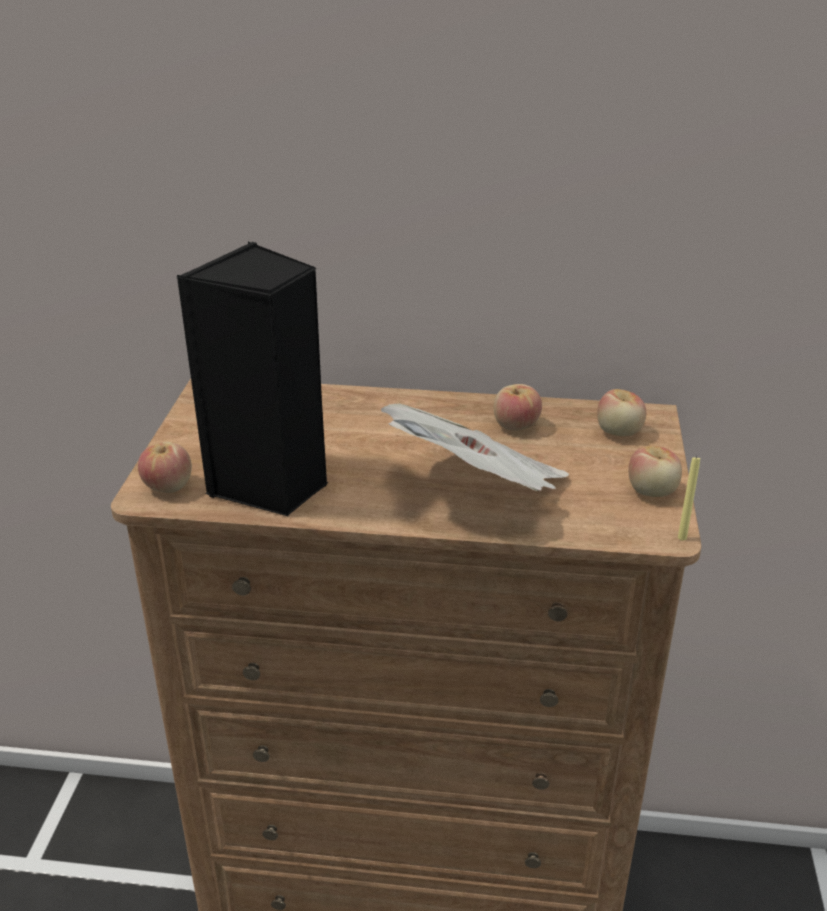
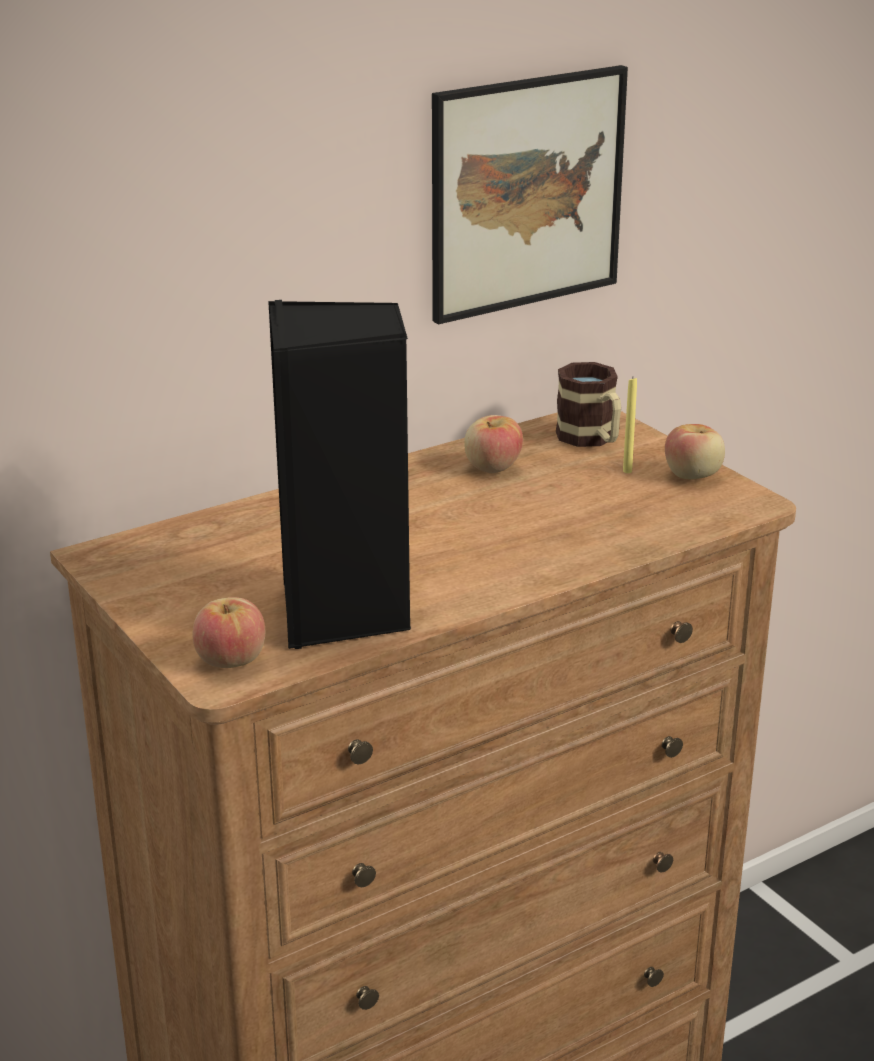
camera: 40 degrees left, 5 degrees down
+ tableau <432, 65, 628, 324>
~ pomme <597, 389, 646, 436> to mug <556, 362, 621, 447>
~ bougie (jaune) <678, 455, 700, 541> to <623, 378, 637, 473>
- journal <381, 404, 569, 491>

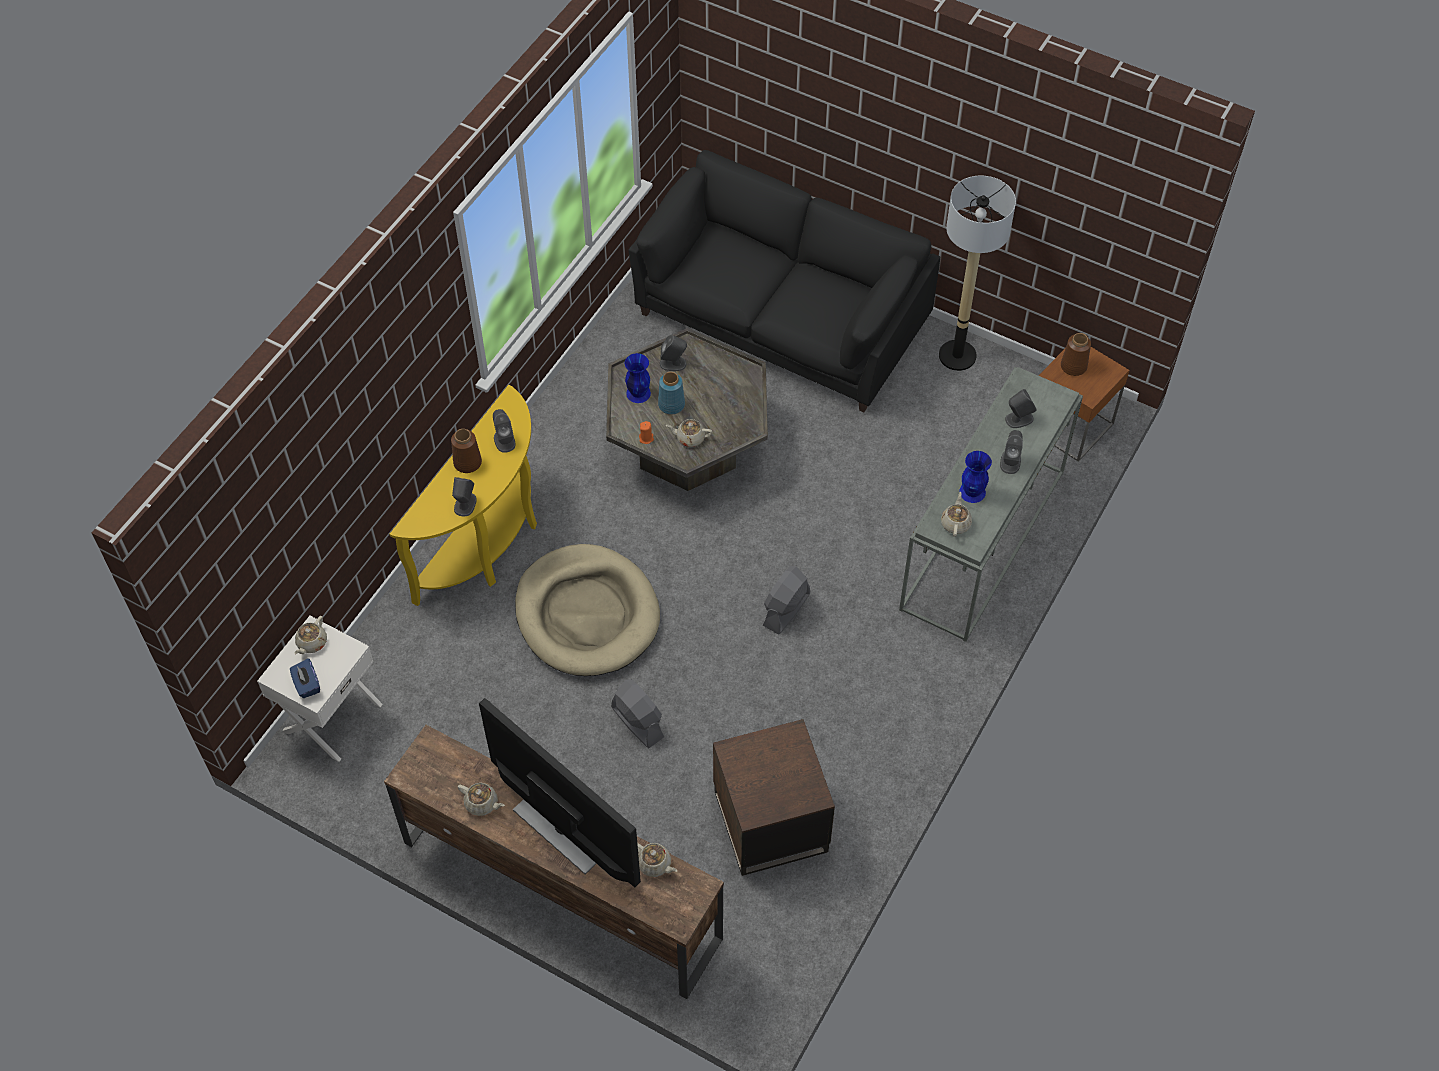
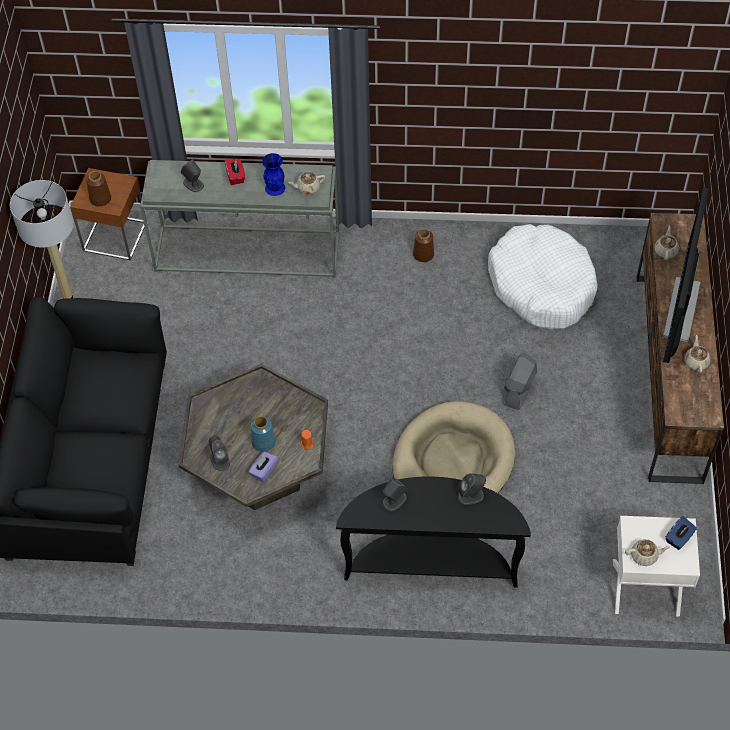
camera: 115 degrees left, 0 degrees up
~ enceinte (gris) <1000, 430, 1023, 474> to boîte à mouchoirs (rouge) <224, 159, 245, 185>
~ vase (bleu) <625, 353, 651, 403> to boîte à mouchoirs (violet) <249, 452, 278, 482>
~ table console (jaune) <390, 385, 537, 606> to table console (noir) <336, 476, 531, 588>
~ vase (marron) <451, 429, 482, 473> to <413, 229, 434, 262>
~ table d'appoint (marron) <713, 719, 835, 876> to panier pour chien (blanc) <488, 224, 598, 329>
- théière (beige) <666, 419, 712, 447>
- ventilateur (gris) <763, 566, 810, 635>

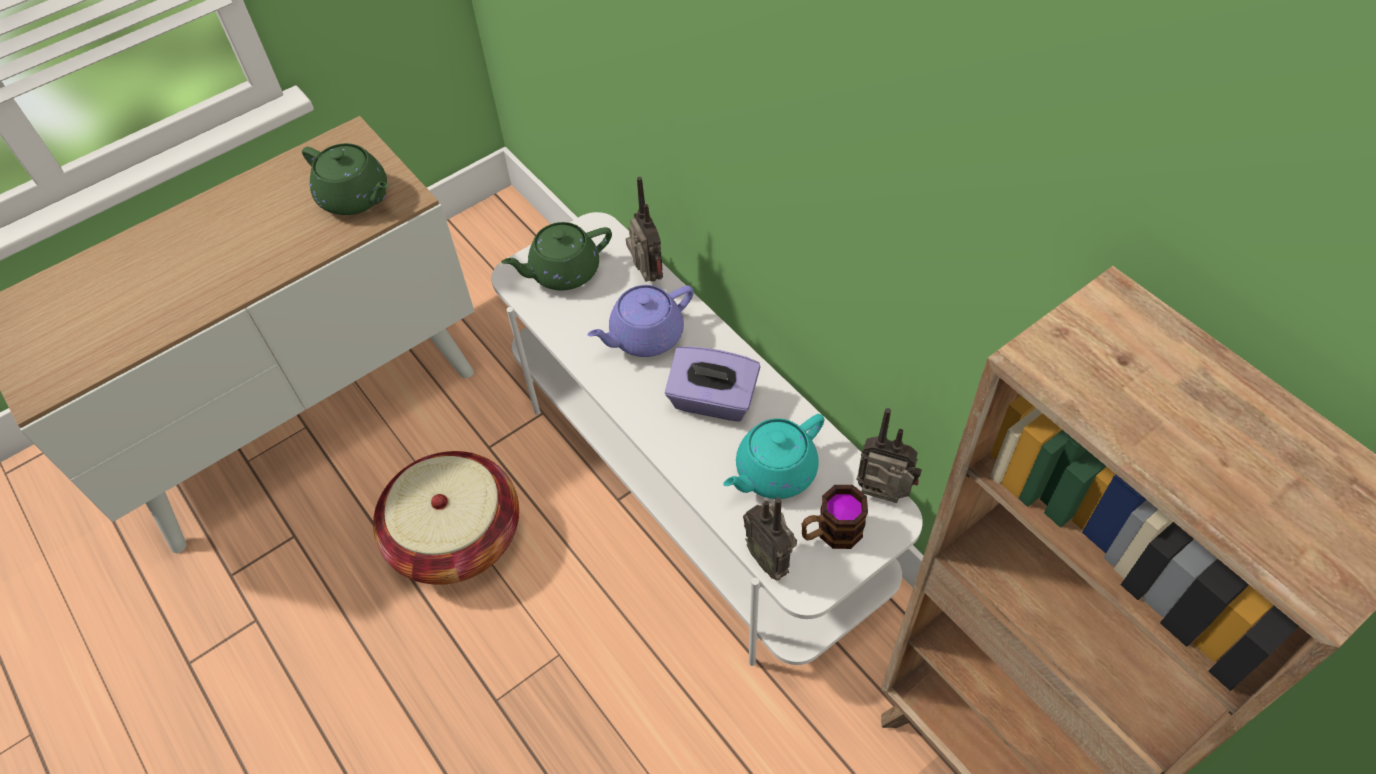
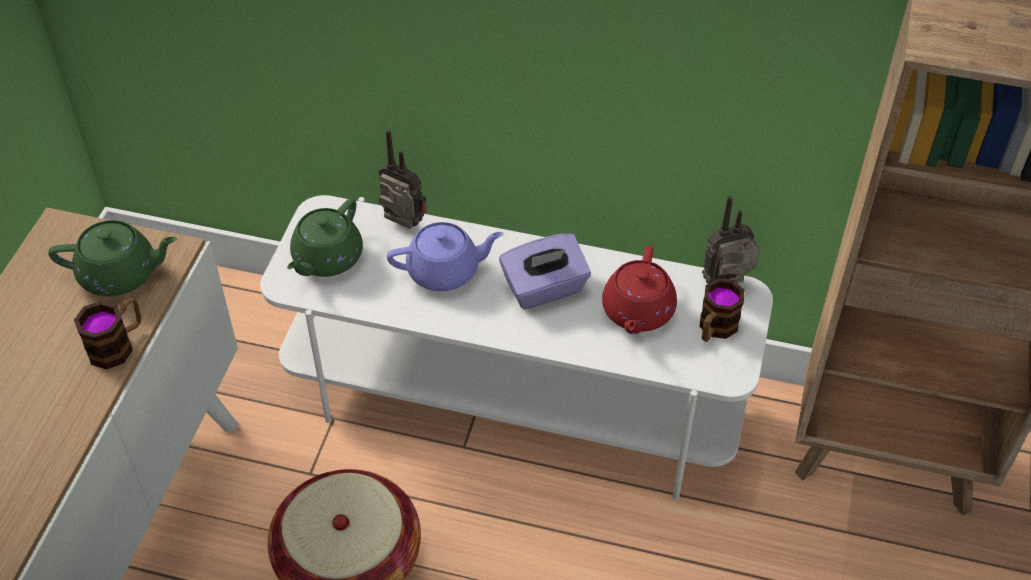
camera: 40 degrees left, 5 degrees down
+ mug <74, 297, 141, 369>
~ théière (violet) <587, 285, 694, 357> = <387, 222, 504, 291> 120 degrees counterclockwise
~ théière (turquoise) <723, 414, 824, 499> to théière (rouge) <602, 246, 677, 334>
- radio <743, 497, 797, 581>

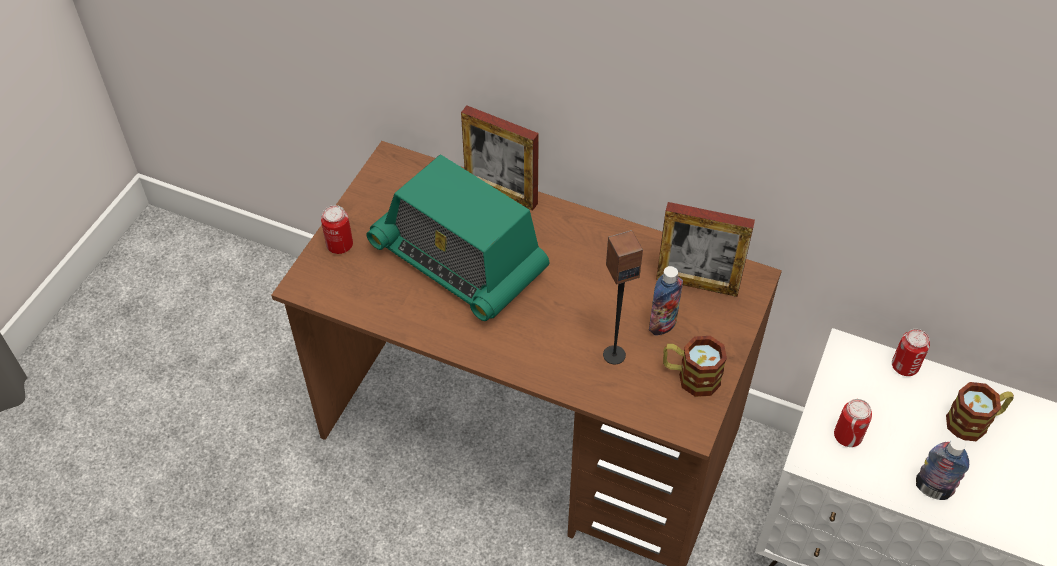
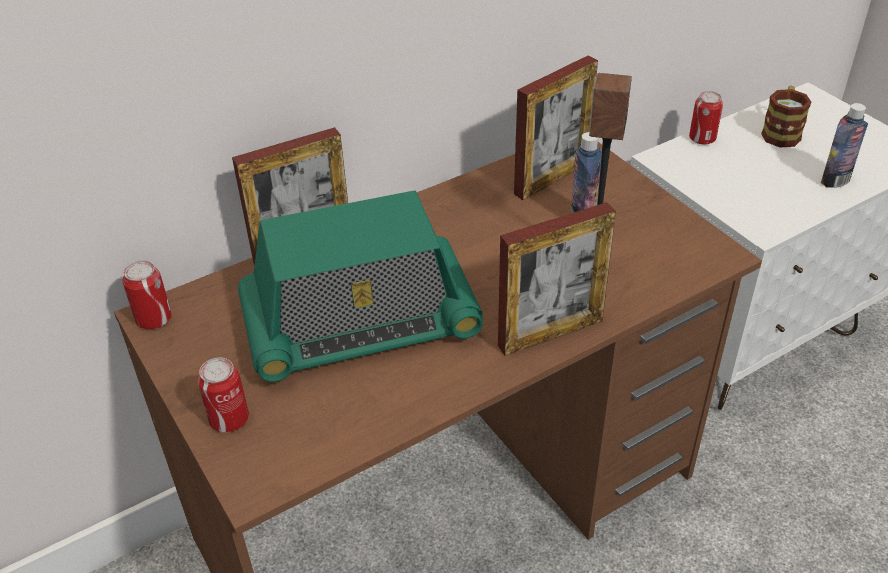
camera: 55 degrees left, 10 degrees down
~ boîte métallique <834, 399, 872, 447> to <123, 260, 172, 329>
+ cadre photo <498, 202, 616, 356>
- mug <663, 336, 727, 397>

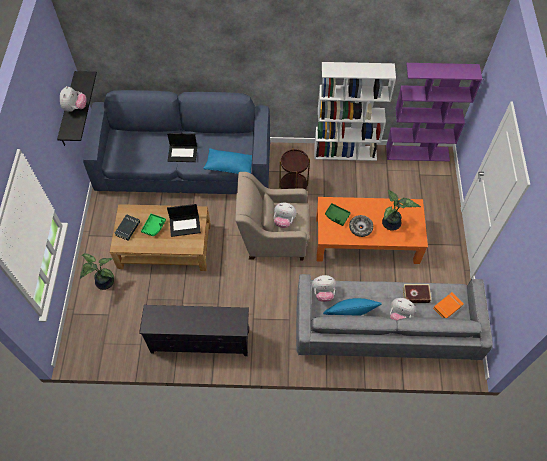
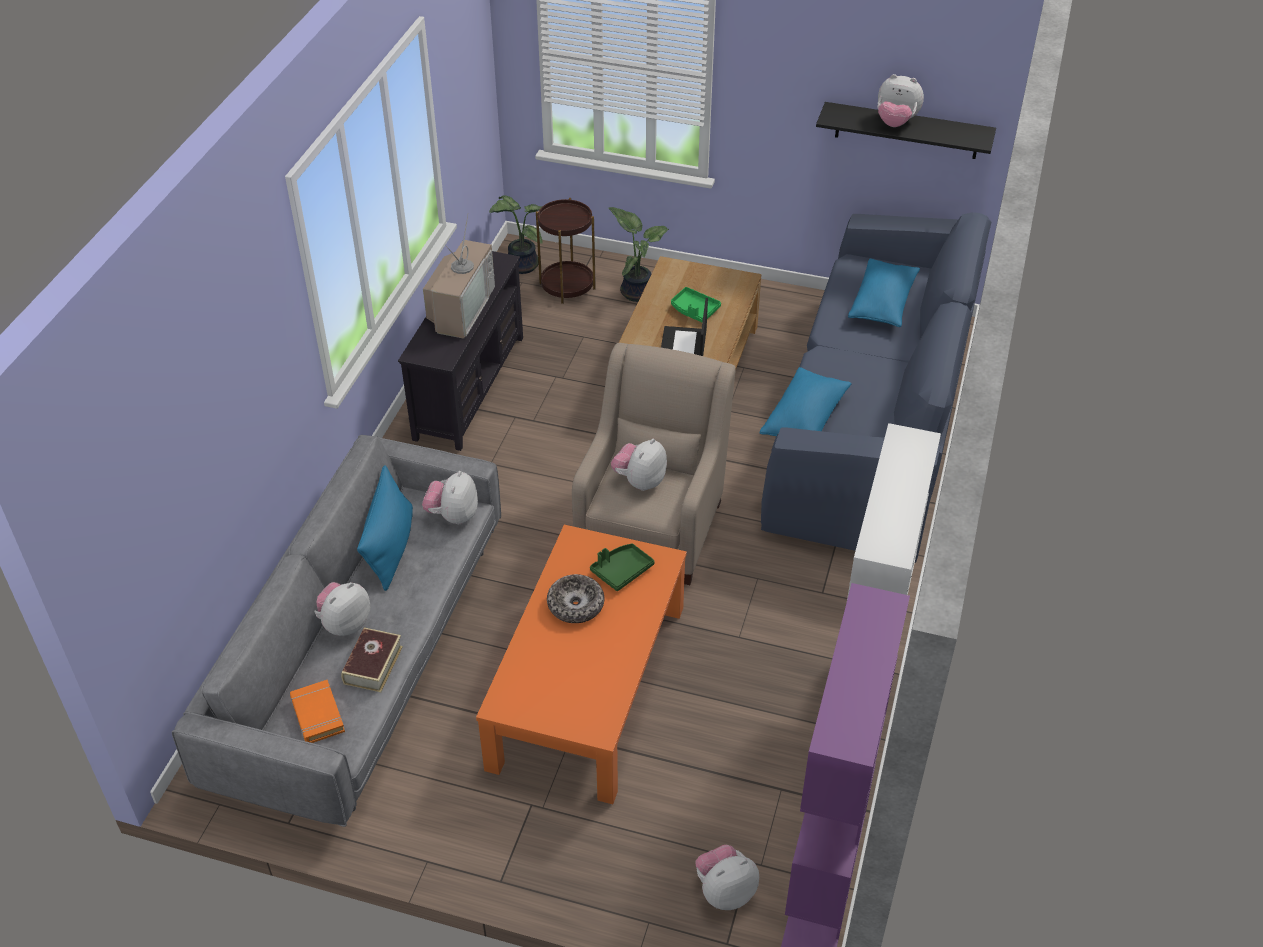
camera: 105 degrees right, 15 degrees down
+ téléviseur <423, 215, 495, 339>
~ plante en pot <382, 190, 421, 231> to <489, 195, 543, 274>
~ table d'appoint (marron) <279, 148, 310, 190> to <536, 198, 596, 304>
+ peluche <695, 845, 759, 910>
+ coussin (bleu) <848, 259, 920, 327>
- livre (noir) <114, 214, 140, 241>
- ordinateur portable <167, 133, 197, 162>

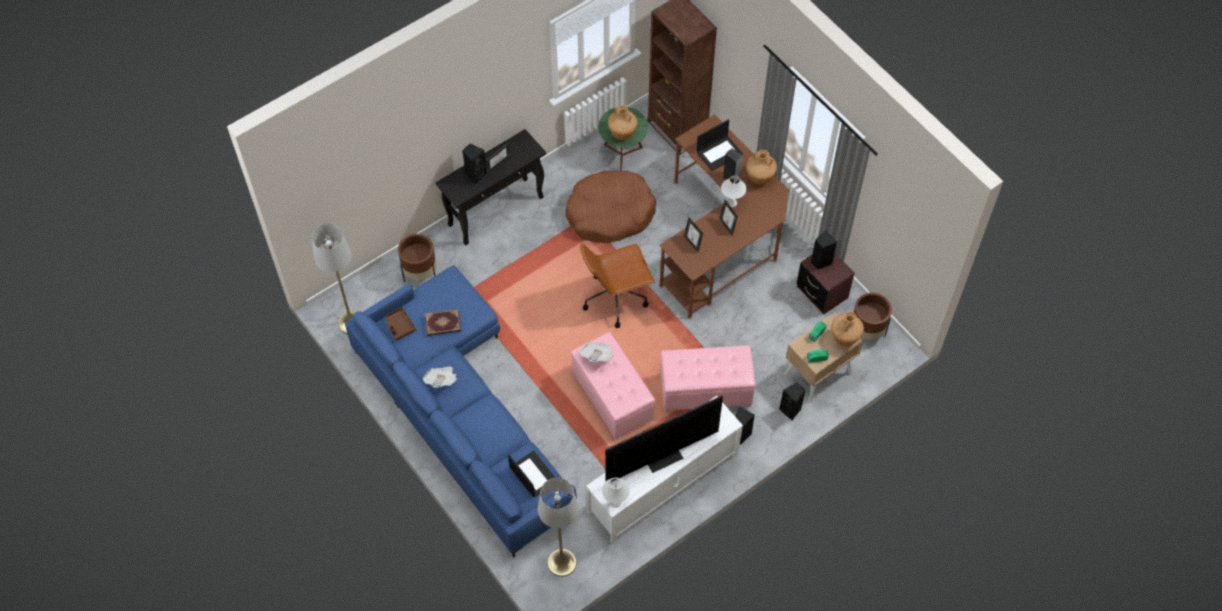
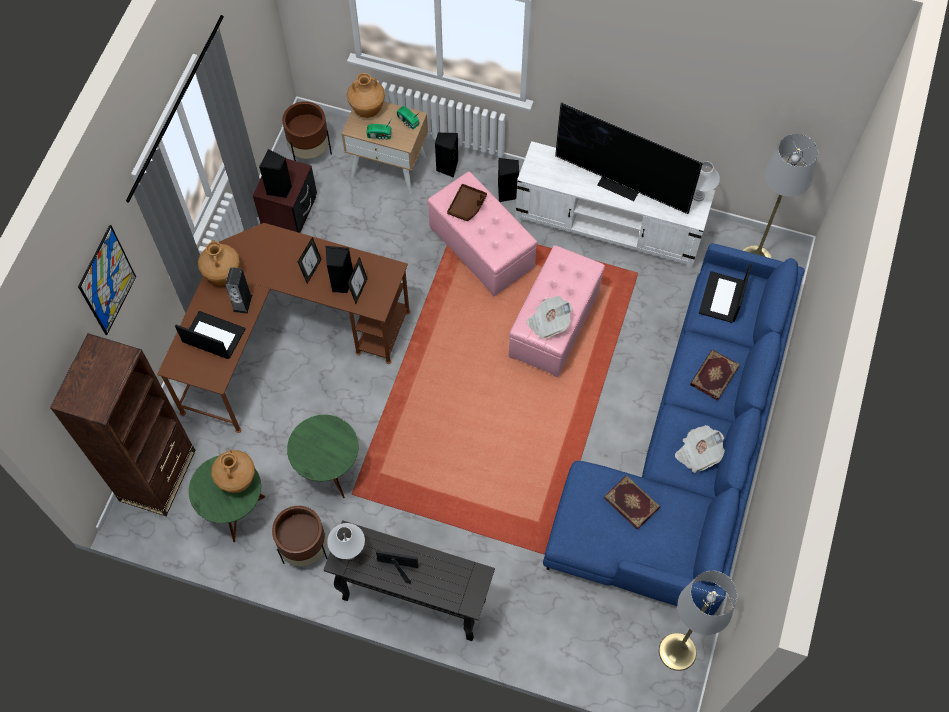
camera: 125 degrees left, 5 degrees up
+ tableau <78, 225, 136, 335>
~ cache-pot (marron) <398, 234, 437, 282> to <272, 506, 328, 566>
~ panier pour chien (marron) <565, 170, 656, 243> to table d'appoint (vert) <287, 415, 358, 498>
~ enceinte (noir) <462, 144, 487, 185> to <325, 246, 353, 293>
~ lampe de table (blanc) <721, 175, 747, 208> to <327, 523, 365, 560>
~ plateau (marron) <386, 307, 416, 341> to <447, 184, 487, 221>
+ livre <690, 350, 740, 401>
- chaise de bureau (marron) <580, 243, 655, 328>

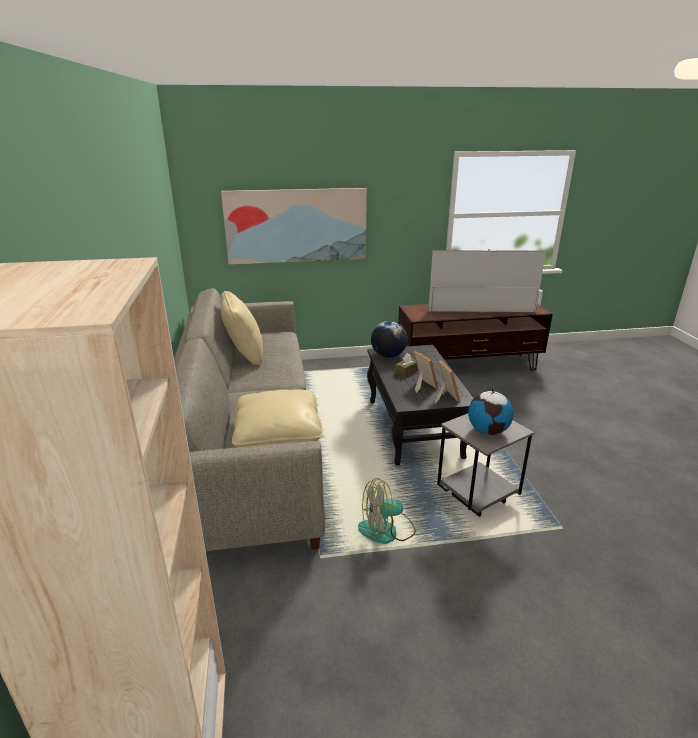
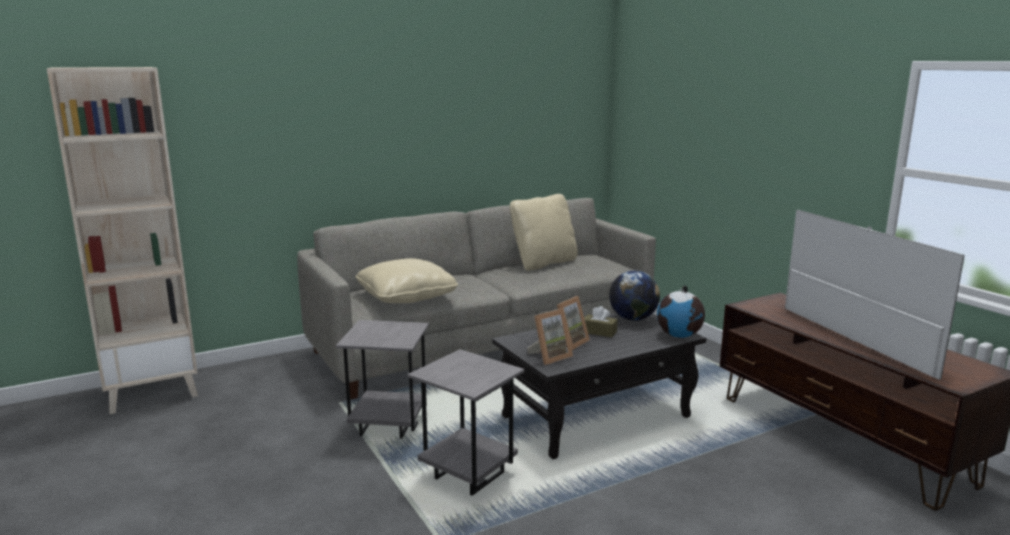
camera: 70 degrees right, 10 degrees down
~ ventilateur <358, 478, 416, 544> to table d'appoint (gris) <336, 320, 429, 439>
~ globe <468, 387, 514, 435> to <657, 285, 705, 338>
- tableau <221, 188, 367, 264>

